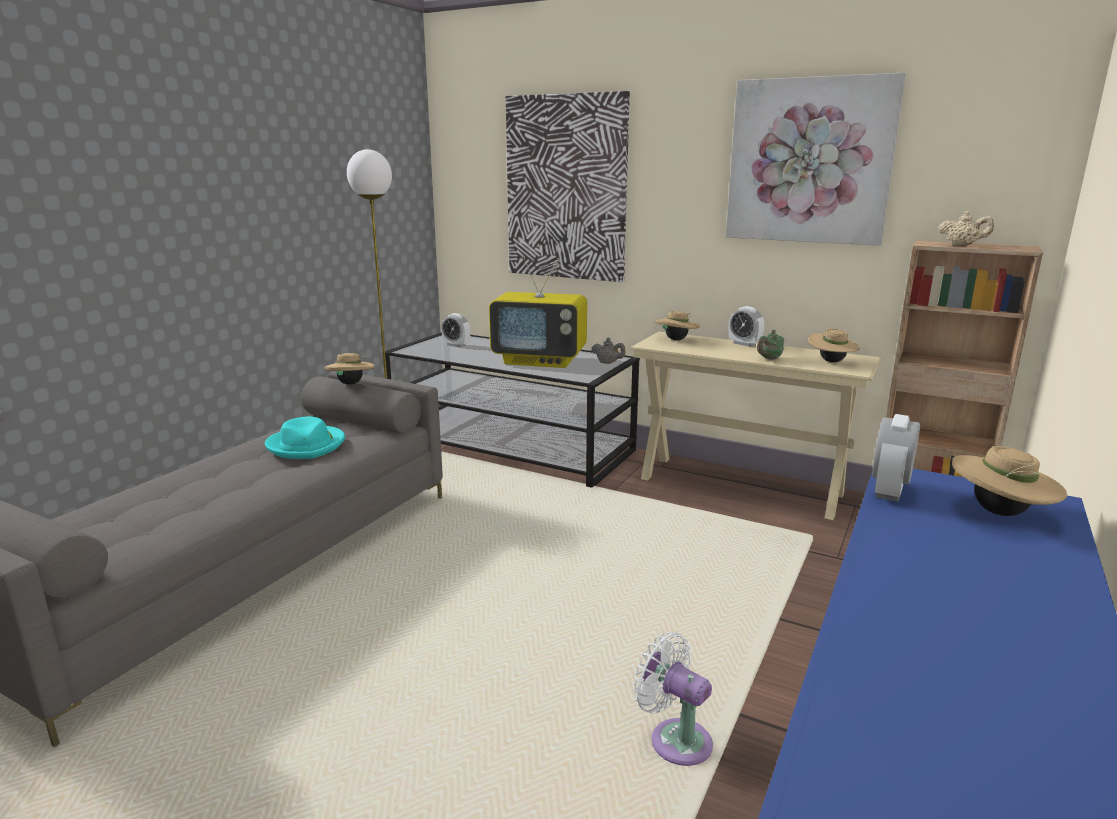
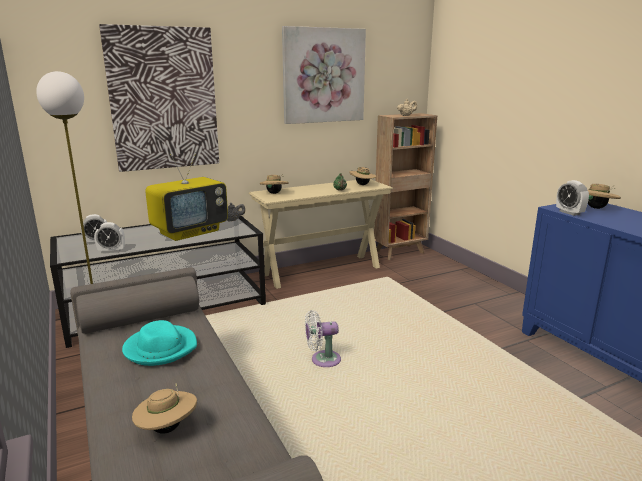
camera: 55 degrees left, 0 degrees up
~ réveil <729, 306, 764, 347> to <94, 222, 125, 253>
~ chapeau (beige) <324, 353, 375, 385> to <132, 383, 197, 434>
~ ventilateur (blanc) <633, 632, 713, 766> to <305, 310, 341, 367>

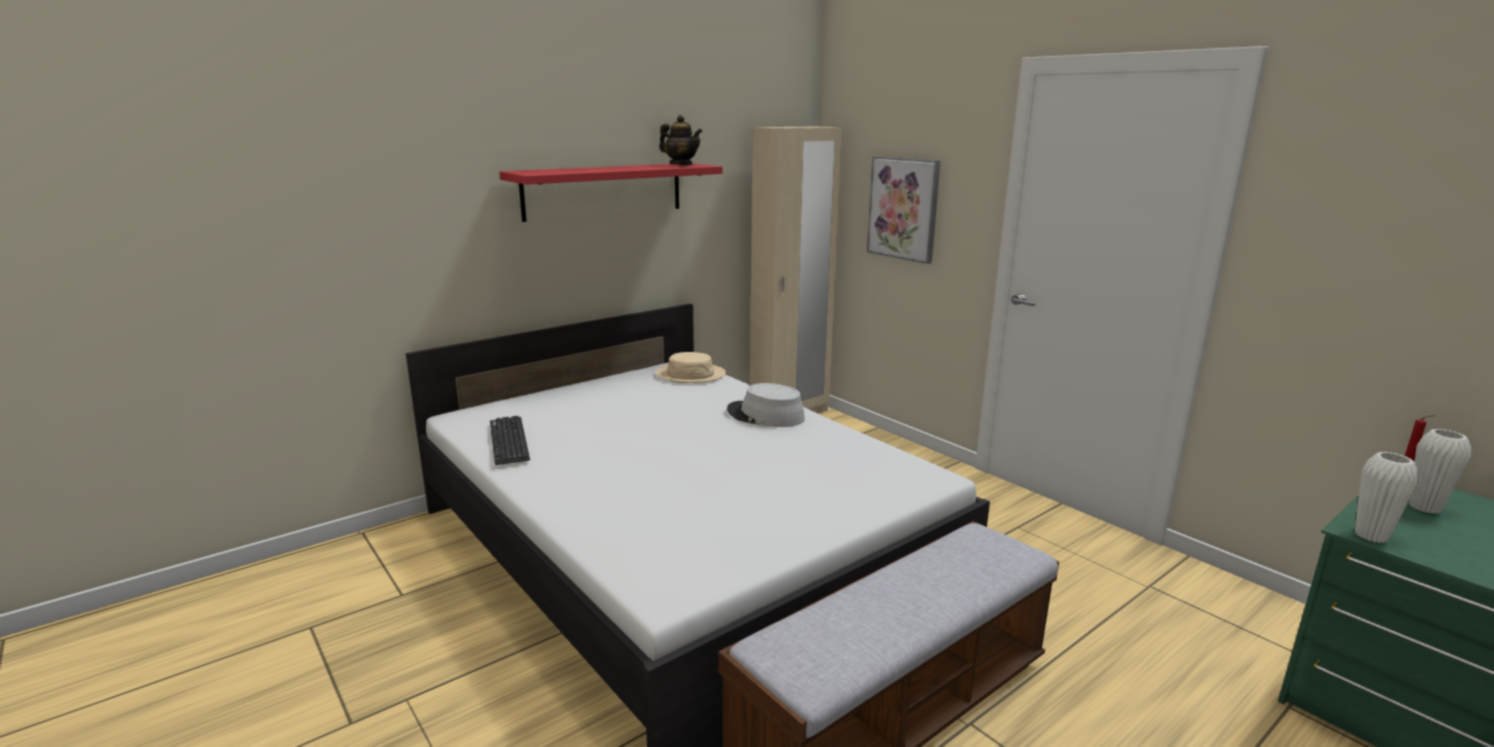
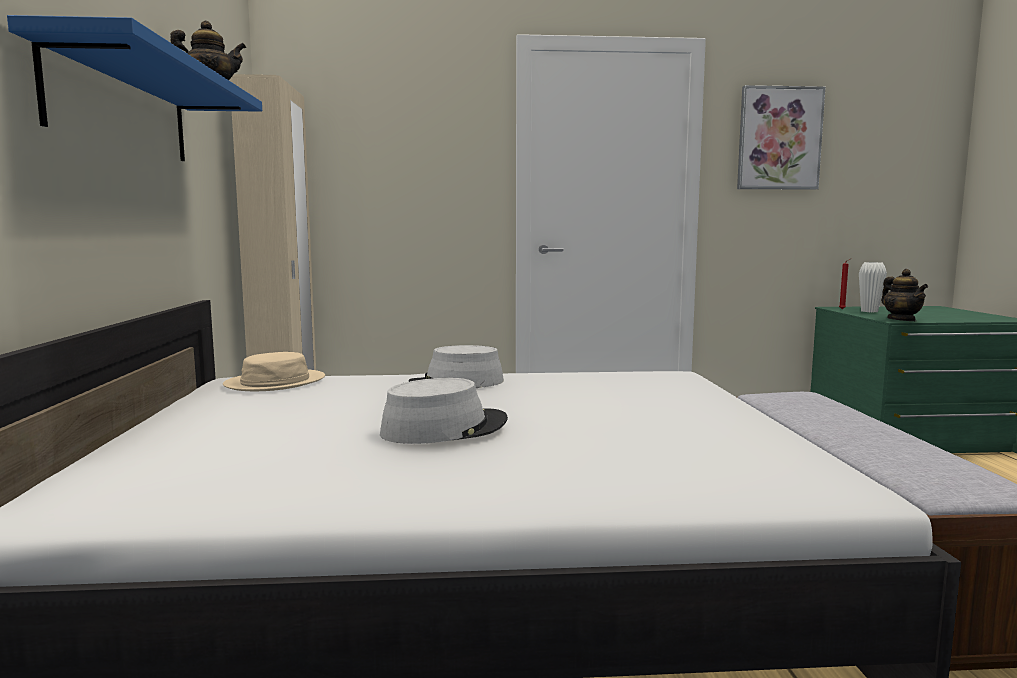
camera: 55 degrees left, 10 degrees down
~ étagère (rouge) <499, 163, 722, 222> to étagère (bleu) <7, 15, 262, 161>
+ chapeau (gris) <380, 378, 508, 444>
~ tableau <867, 156, 940, 264> to <737, 85, 826, 190>
~ vase (blanc) <1355, 452, 1419, 543> to théière <881, 269, 928, 321>
- clavier <490, 416, 530, 465>

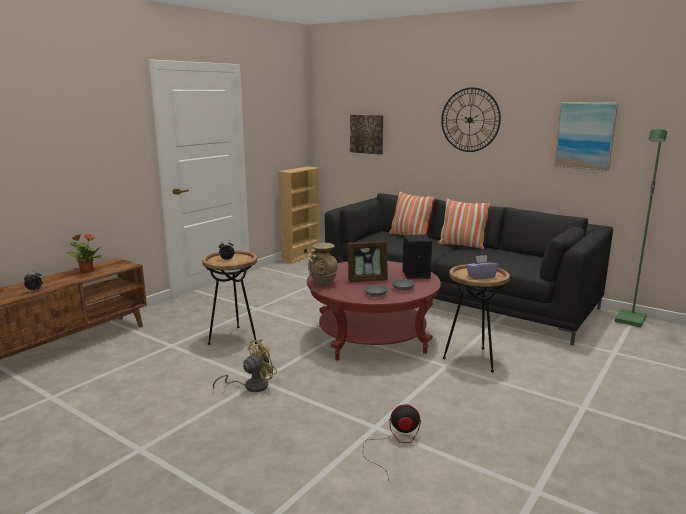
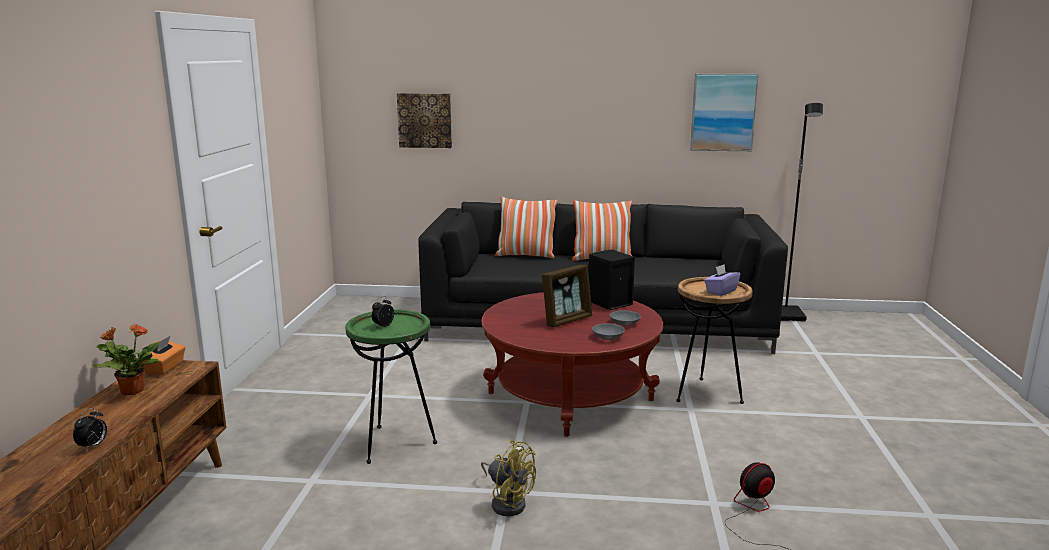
camera: 30 degrees left, 0 degrees up
+ boîte à mouchoirs (orange) <138, 336, 186, 375>
~ table d'appoint (marron) <202, 251, 257, 345> to table d'appoint (vert) <345, 309, 437, 464>
~ ventilateur (jaune) <213, 339, 277, 392> = <481, 440, 536, 516> 105 degrees clockwise
~ lampadaire (vert) <615, 129, 667, 327> to lampadaire (noir) <781, 103, 823, 321>
- bibliothèque (beige) <278, 166, 320, 263>
- vase (beige) <308, 243, 338, 286>
- horloge murale <441, 87, 501, 152>

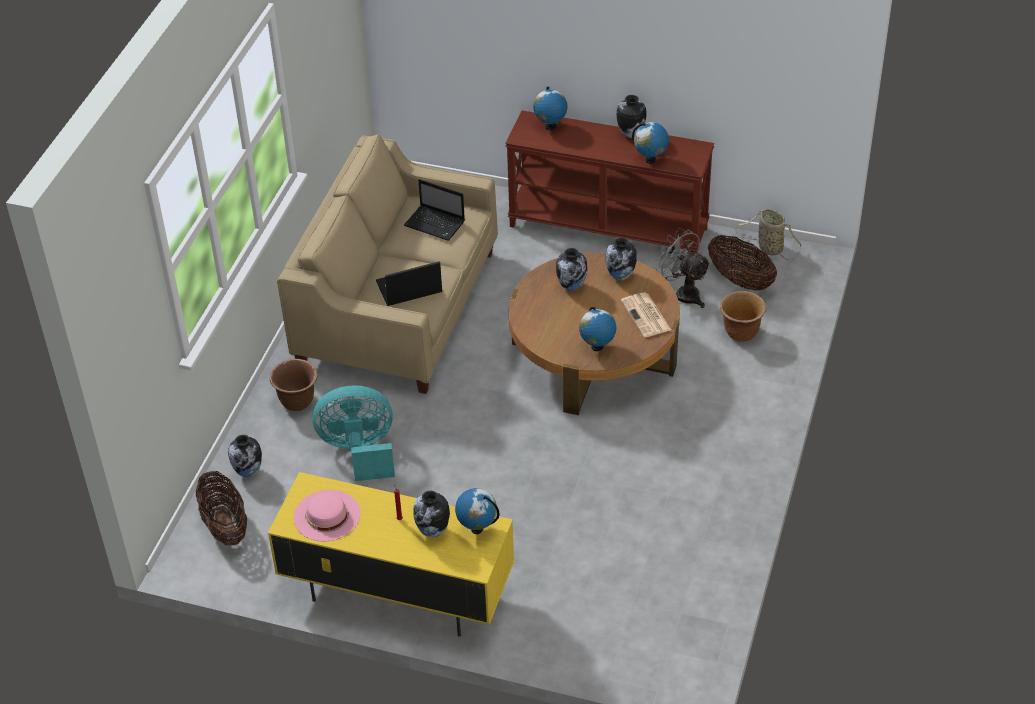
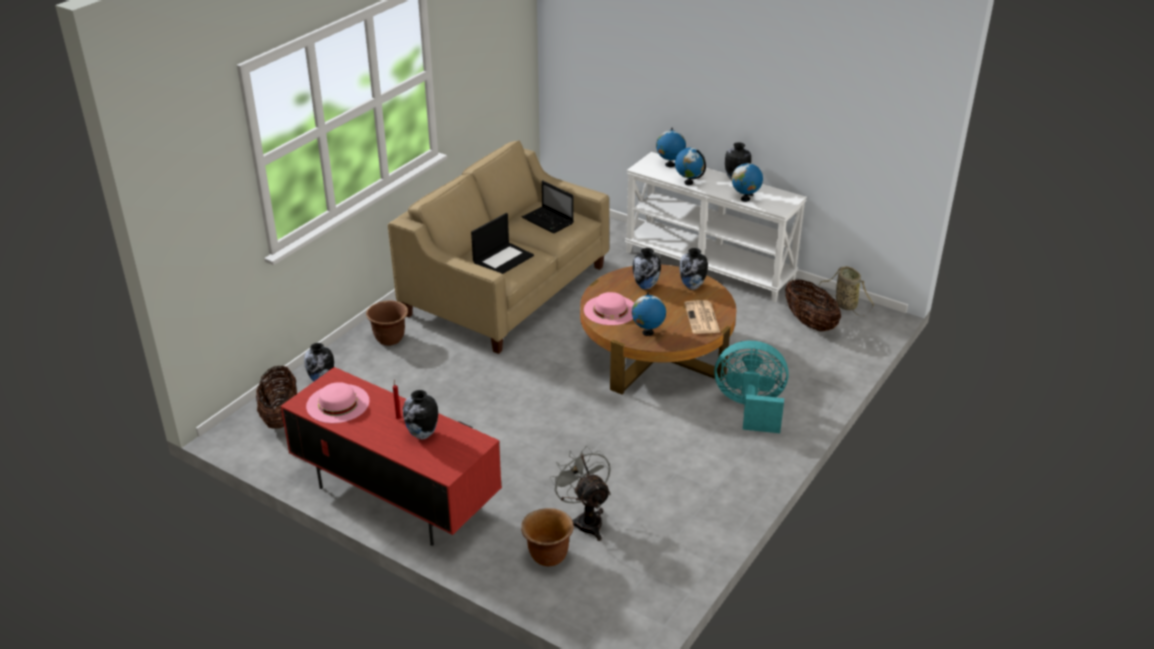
camera: 15 degrees right, 10 degrees down
~ meuble télé (jaune) <268, 472, 514, 636> to meuble télé (rouge) <280, 367, 502, 546>
~ ordinateur portable <376, 261, 442, 306> = <471, 213, 534, 274> 135 degrees clockwise
~ cache-pot (marron) <720, 291, 766, 342> to <521, 508, 574, 567>
~ ventilateur (gris) <653, 228, 711, 308> to <550, 446, 611, 541>
+ chapeau (rose) <584, 292, 634, 325>
~ table console (marron) <505, 110, 714, 252> to table console (blanc) <625, 152, 807, 302>
~ globe <455, 488, 499, 534> to <675, 147, 706, 185>
~ ventilateur (turquoise) <312, 385, 395, 481> to <714, 341, 789, 433>

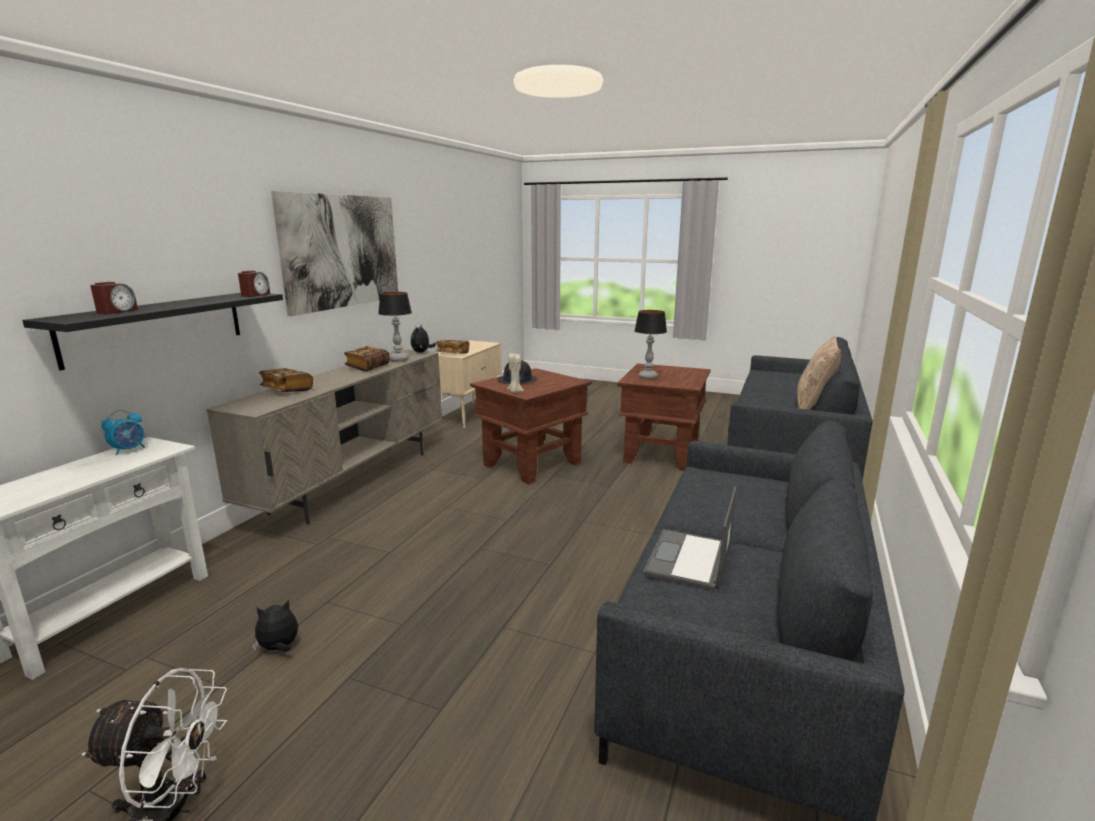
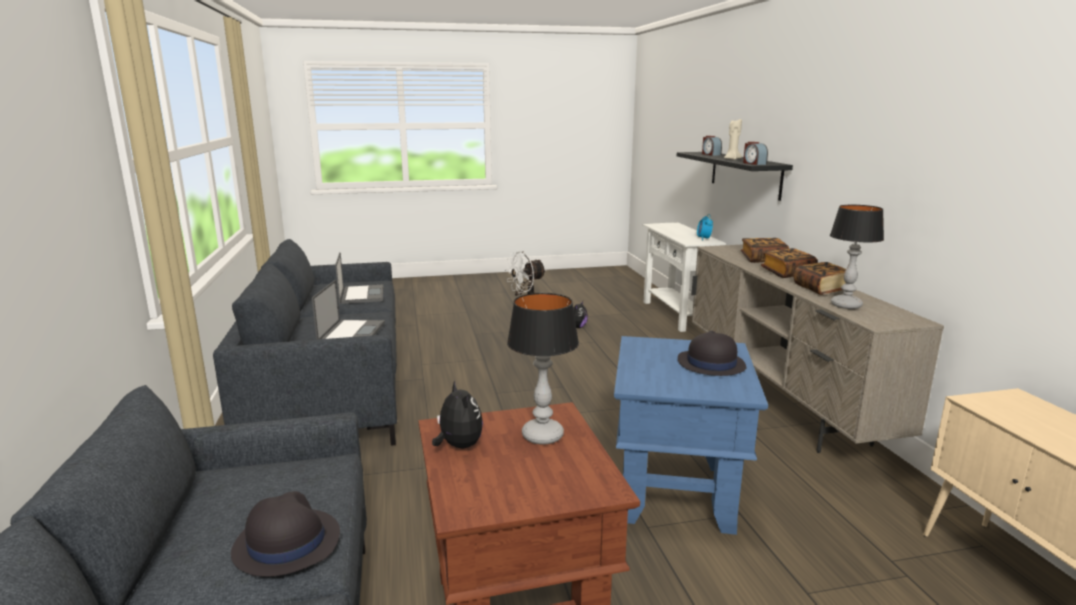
camera: 145 degrees right, 0 degrees up
+ chapeau (noir) <231, 491, 340, 577>
+ ordinateur portable <312, 280, 385, 340>
~ peluche <411, 325, 436, 353> to <432, 380, 483, 449>
~ table d'appoint (marron) <470, 368, 592, 484> to table d'appoint (bleu) <614, 336, 768, 535>
~ bougie (beige) <507, 353, 524, 393> to <724, 119, 742, 160>
~ livre <436, 340, 469, 354> to <761, 248, 818, 278>
- tableau <271, 191, 398, 316>
- coussin (beige) <797, 336, 841, 410>

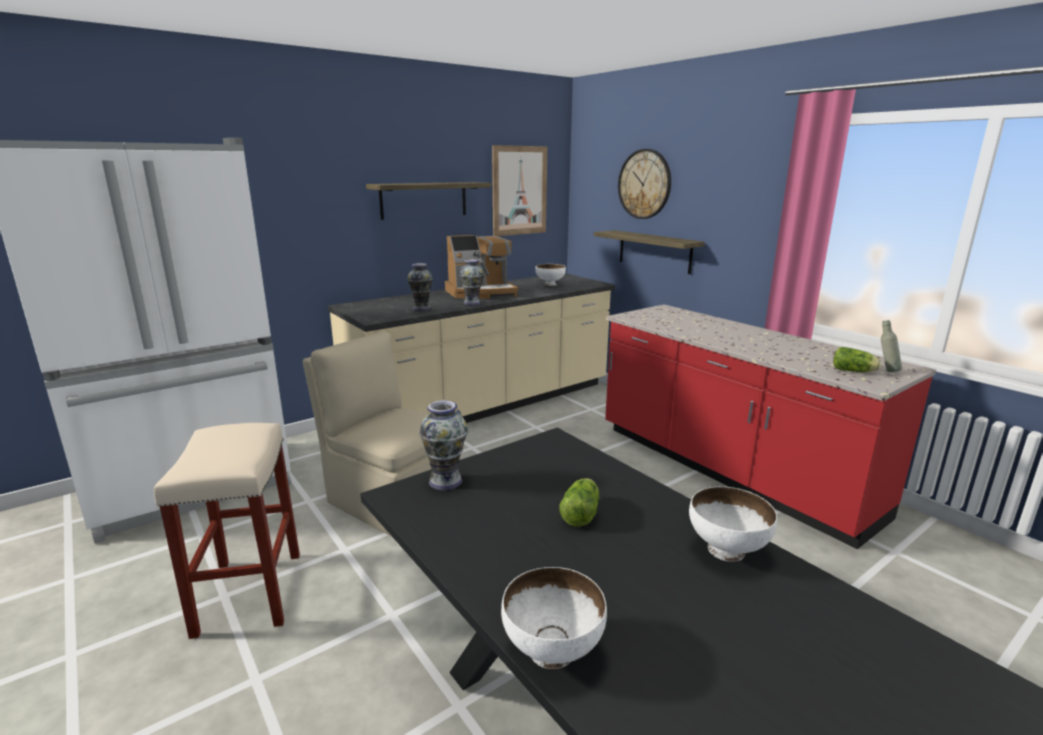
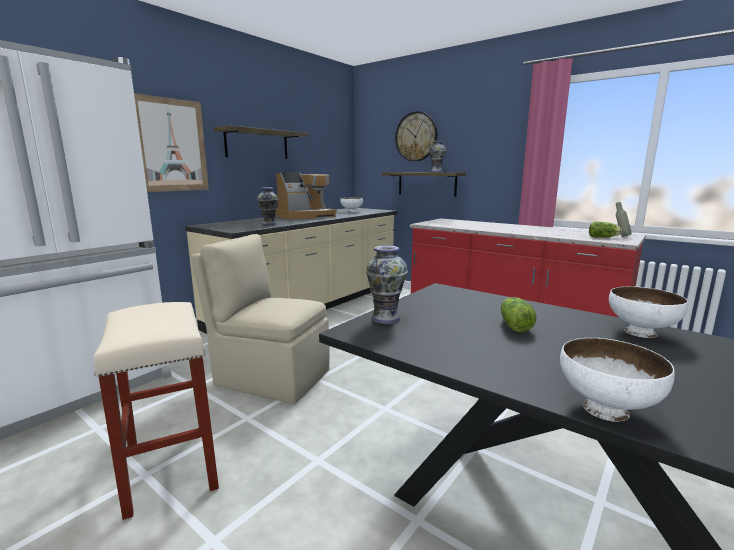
camera: 15 degrees left, 5 degrees down
~ tableau <492, 145, 547, 236> to <134, 93, 209, 192>
~ vase <460, 259, 485, 305> to <429, 141, 446, 172>

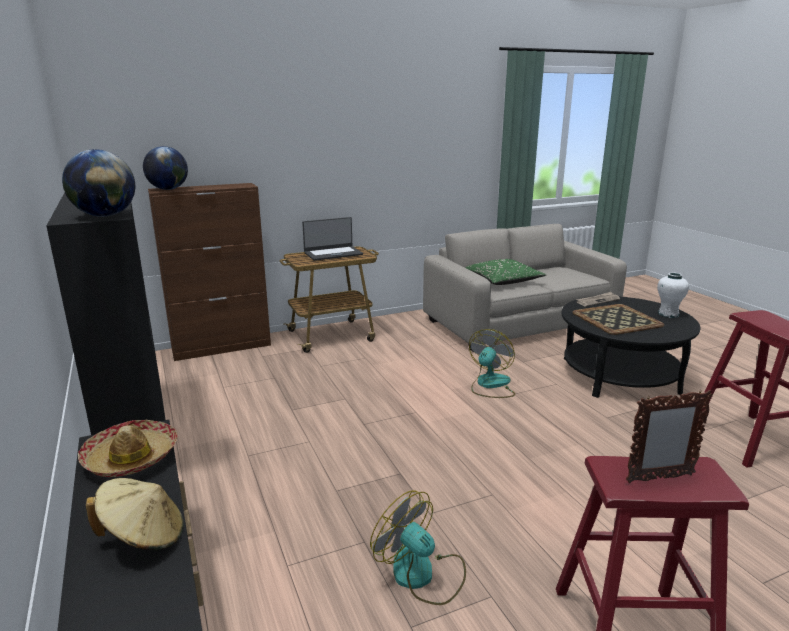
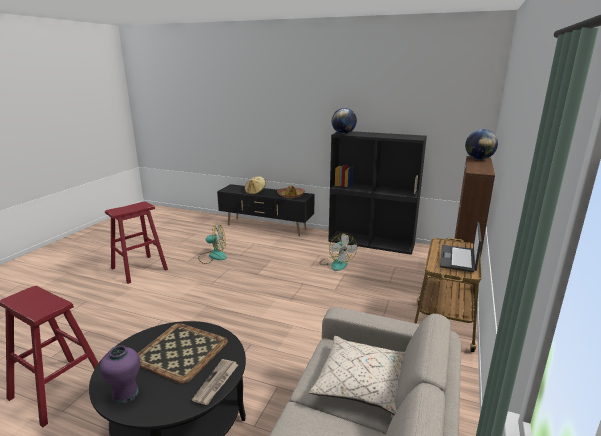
camera: 135 degrees right, 0 degrees up
~ vase (blanc) <657, 273, 689, 318> to vase (violet) <100, 345, 140, 404>
~ coussin (vert) <466, 259, 547, 285> to coussin (beige) <309, 336, 405, 415>
~ ventilateur <469, 329, 515, 398> to <320, 233, 357, 271>
- cadre photo <626, 390, 713, 483>

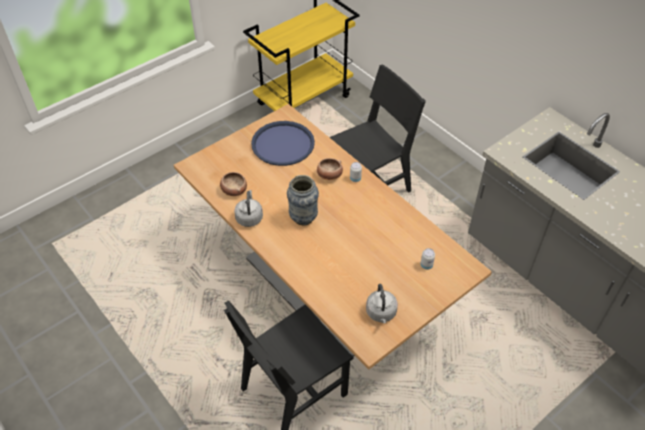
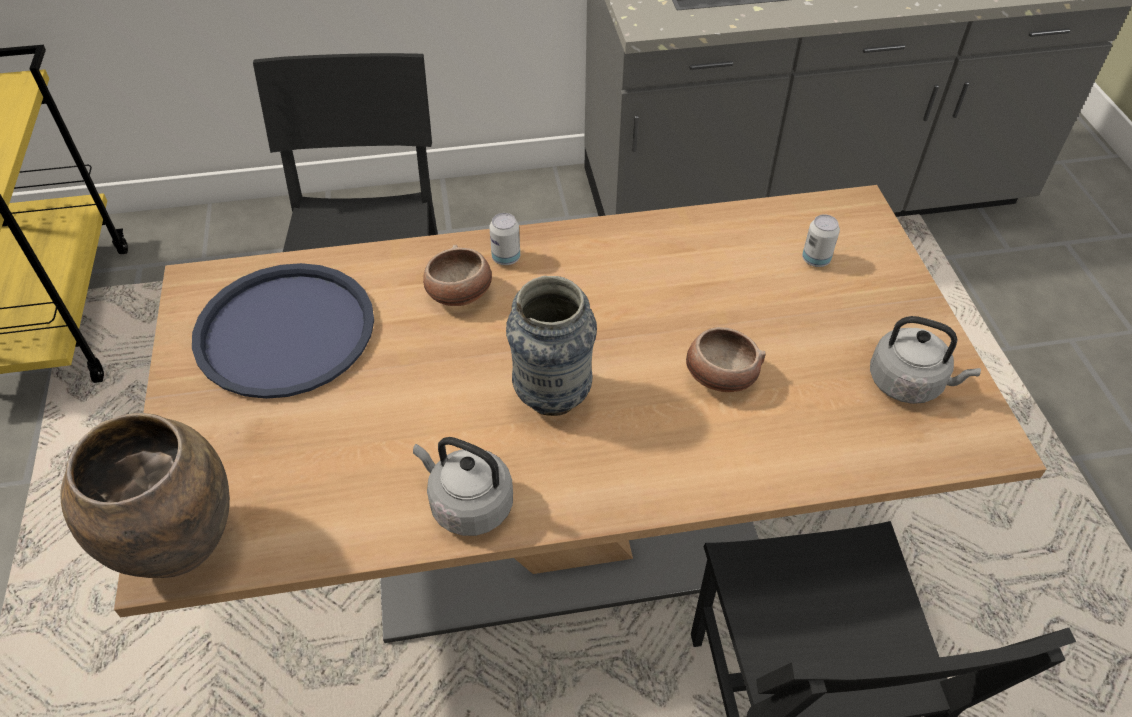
camera: 60 degrees left, 0 degrees up
+ vase (marron) <60, 413, 230, 578>
~ bol <220, 172, 247, 196> to <686, 327, 766, 392>

